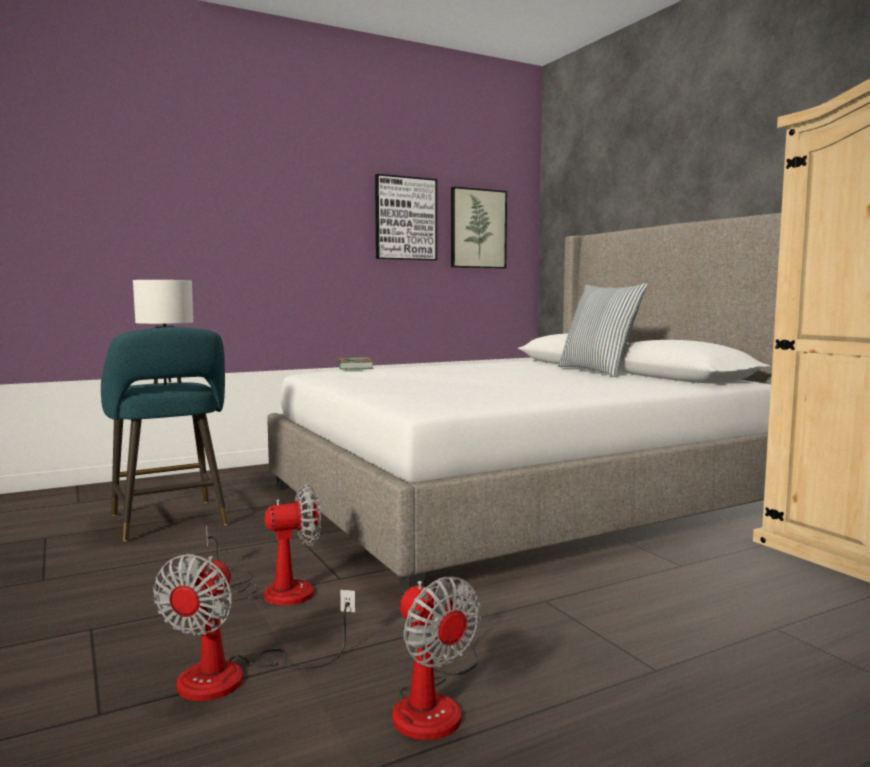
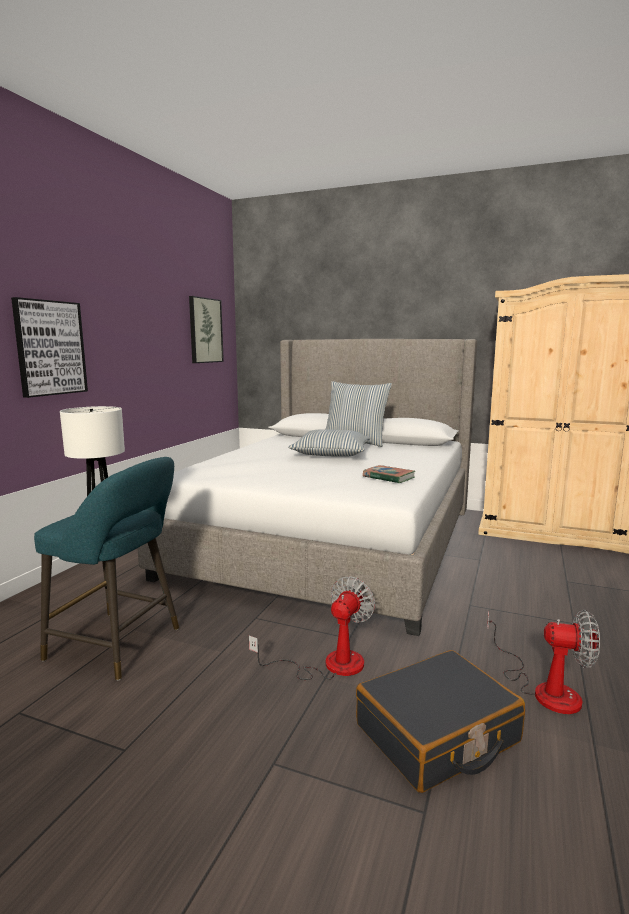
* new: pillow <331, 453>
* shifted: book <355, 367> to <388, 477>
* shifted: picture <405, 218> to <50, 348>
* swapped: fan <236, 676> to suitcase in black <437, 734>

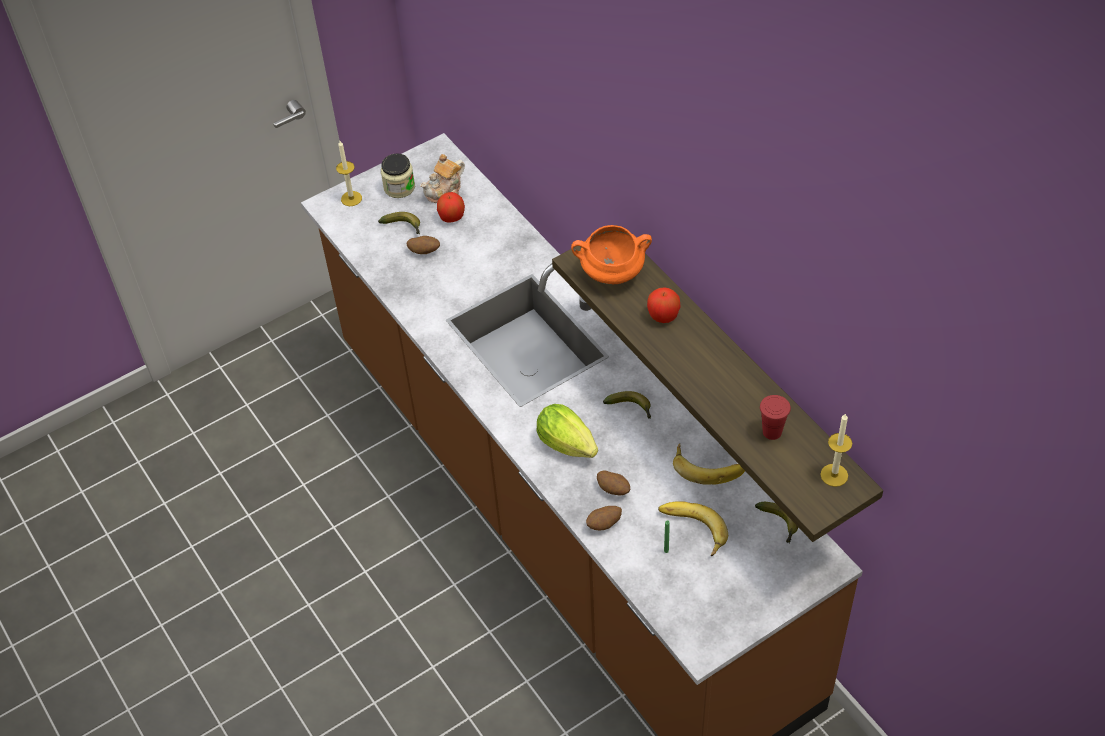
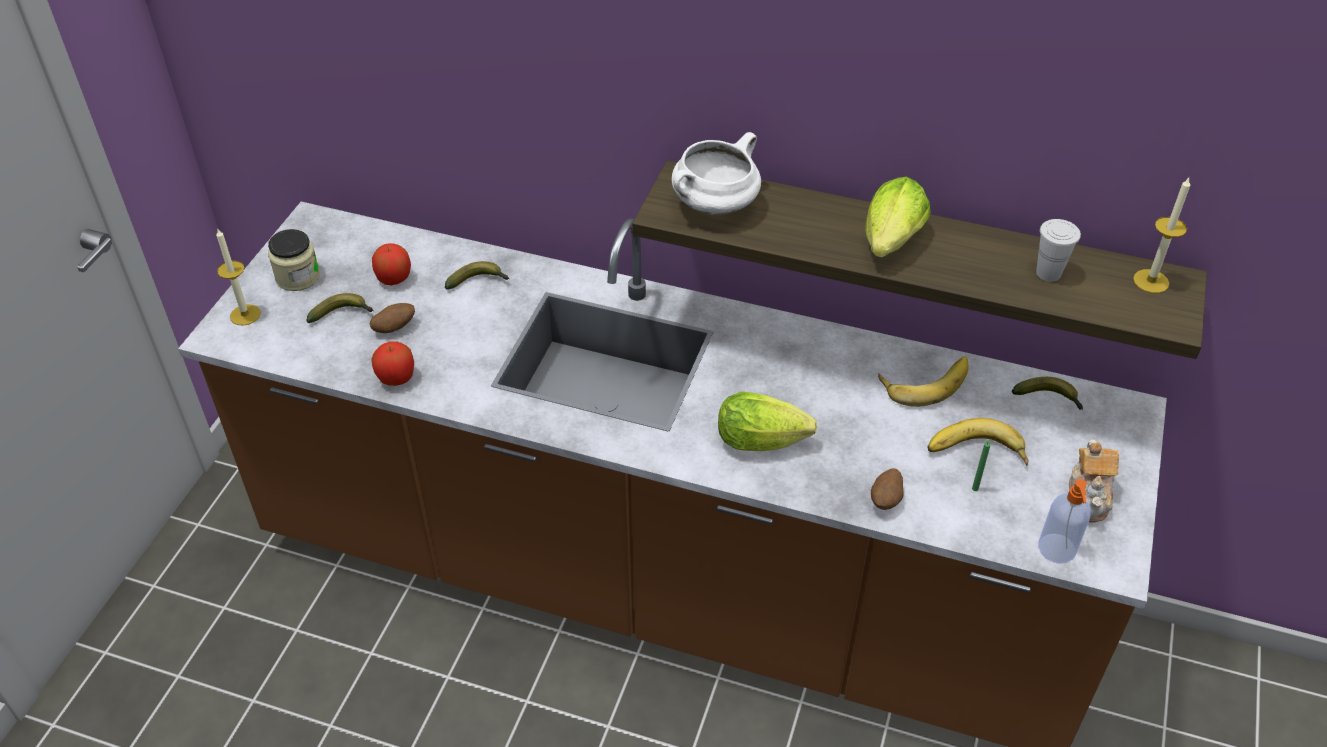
* gone: potato <613, 489>
* new: lettuce <889, 244>
* new: soap dispenser <1057, 550>
* shifted: teapot <445, 191> to <1089, 496>
* shifted: banana <631, 408> to <479, 281>
* shifted: apple <663, 316> to <396, 378>
* repainted: cooking pot in orange <611, 273> to cooking pot in white <714, 207>
* repainted: cup in red <772, 432> to cup in white <1048, 273>

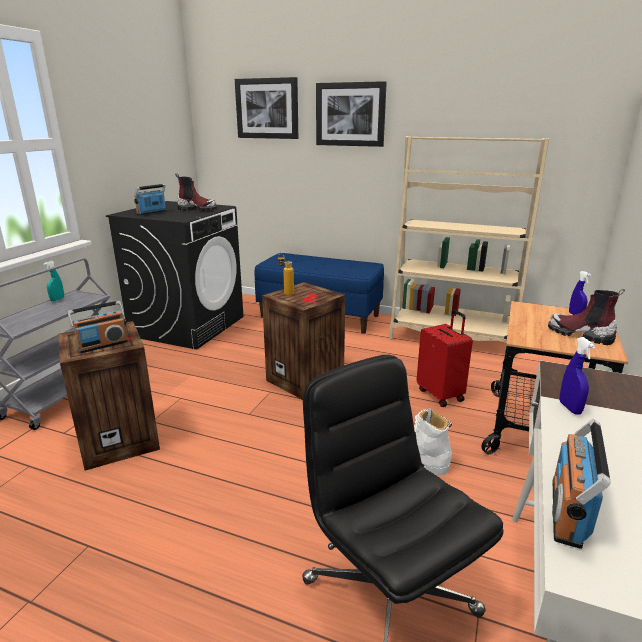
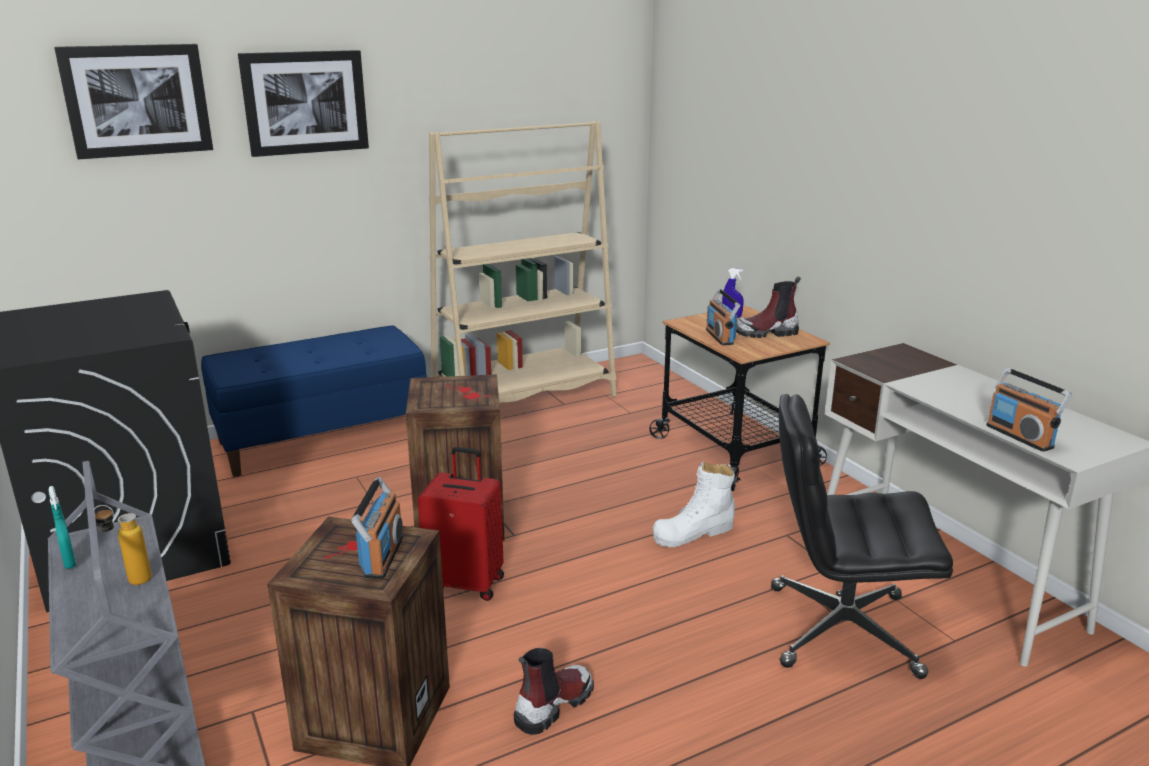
* gone: spray bottle in blue <570, 408>
* shifted: radio <152, 213> to <720, 337>
* shifted: boot <197, 209> to <553, 705>
* shifted: bottle <286, 293> to <130, 580>
* shifted: suitcase in red <441, 394> to <466, 583>

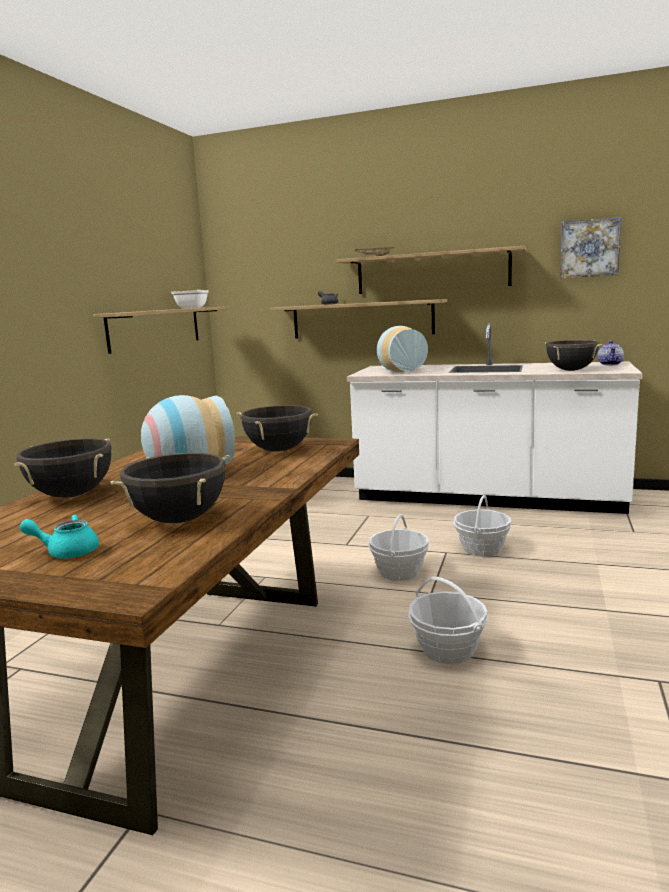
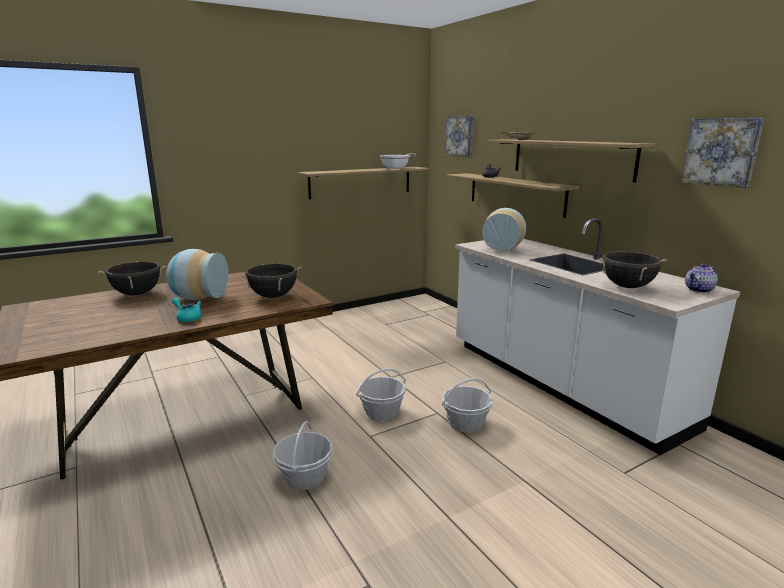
* gone: cooking pot in black <179, 520>
* new: picture <460, 136>
* shifted: teapot in turquoise <66, 552> to <187, 318>

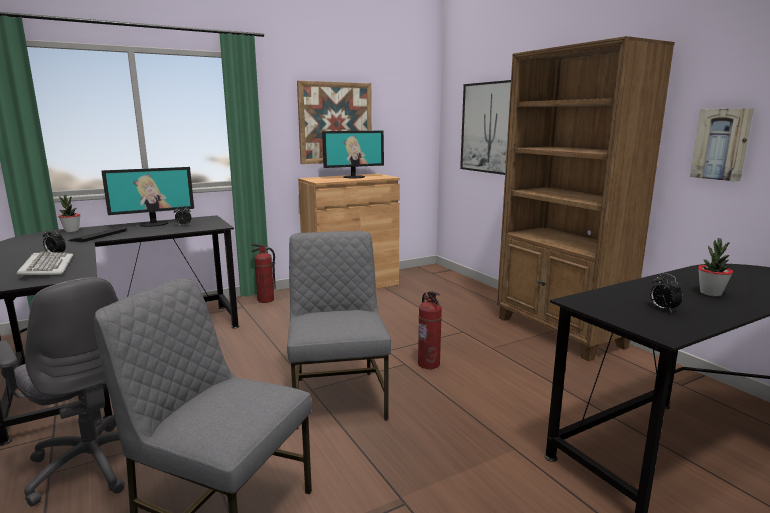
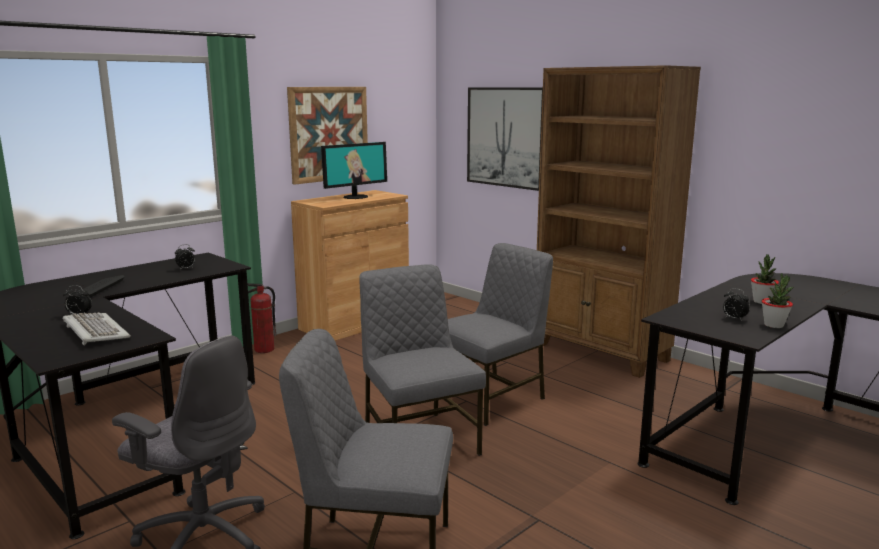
* gone: monitor <154, 224>
* gone: picture <721, 144>
* shifted: potted plant <72, 231> to <774, 325>
* swapped: fire extinguisher <429, 364> to chair in grey <491, 398>

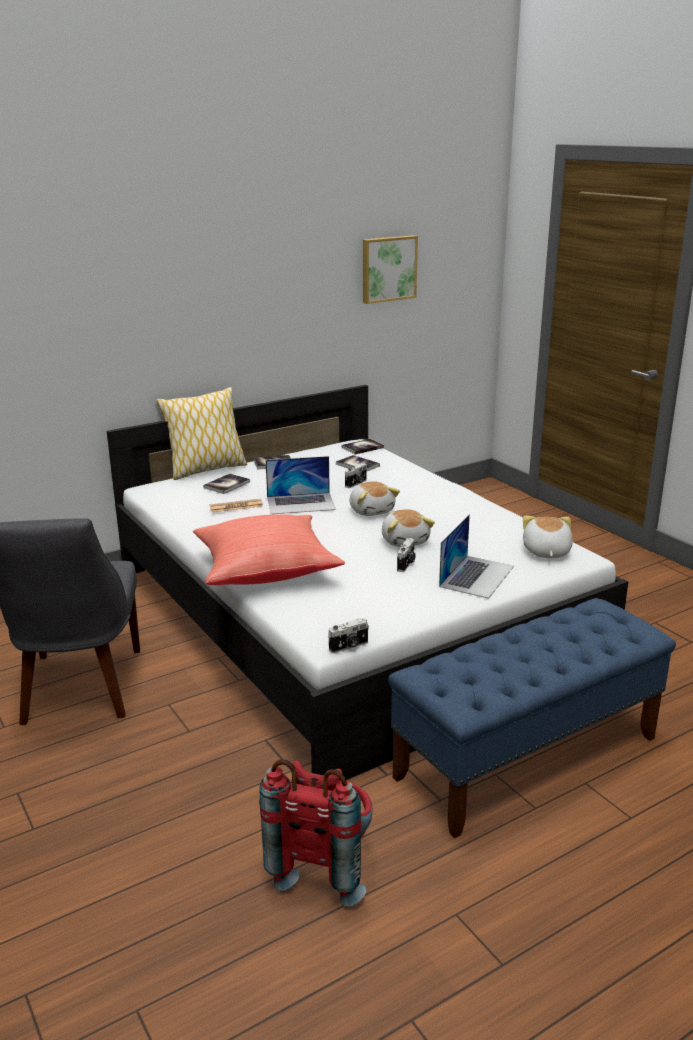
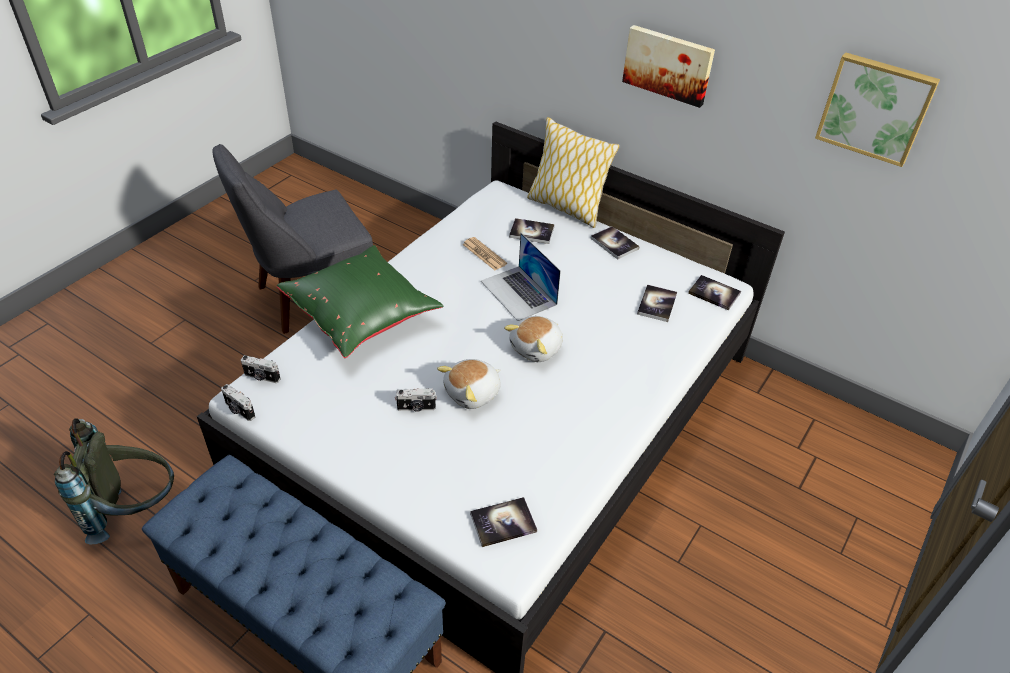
* gone: laptop <477, 576>
* new: picture <668, 64>
* shifted: photo camera <356, 483> to <261, 377>
* swapped: plush toy <545, 552> to book <503, 523>
* repainted: pillow in red <265, 571> to pillow in green <362, 316>
* repainted: backpack in red <323, 864> to backpack in grey <135, 510>

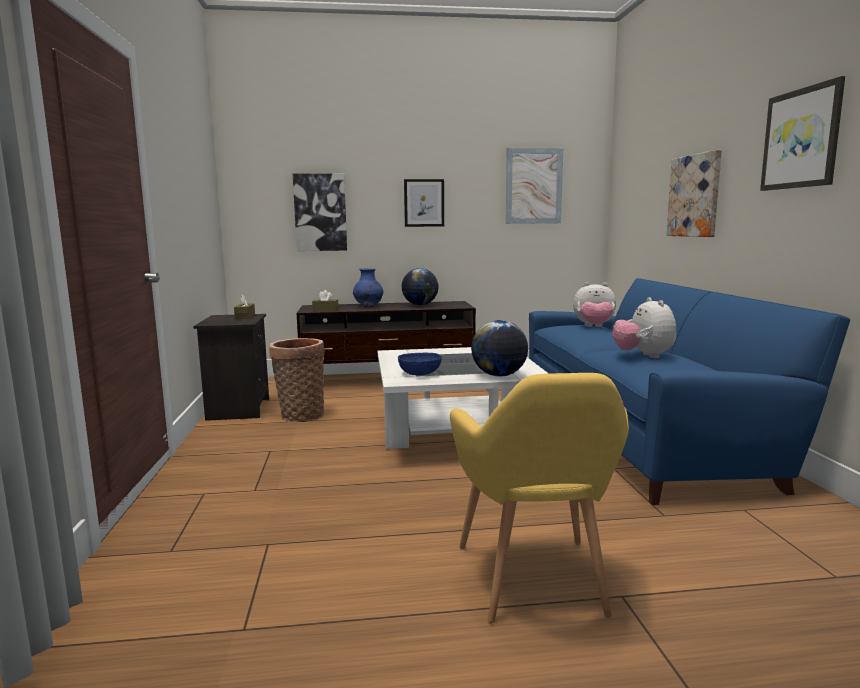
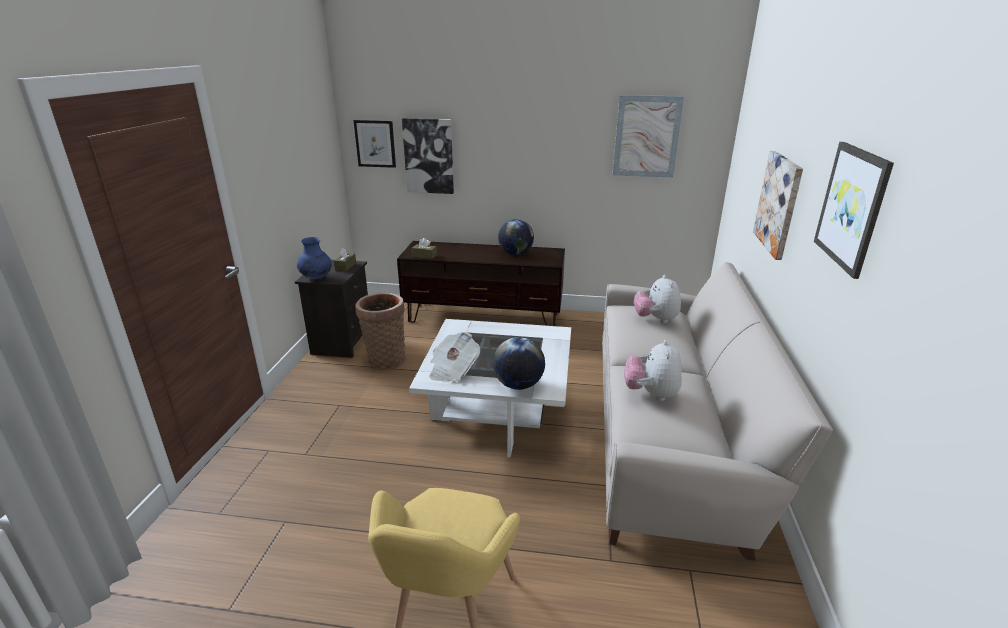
* shifted: vase in blue <368, 305> to <316, 278>
* shifted: picture <424, 203> to <375, 143>
* swapped: bowl in blue <420, 374> to newspaper <453, 370>
* repainted: sofa in blue <640, 431> to sofa in beige <670, 436>
* rotated: plush toy <594, 327> = <655, 319> 60 degrees clockwise

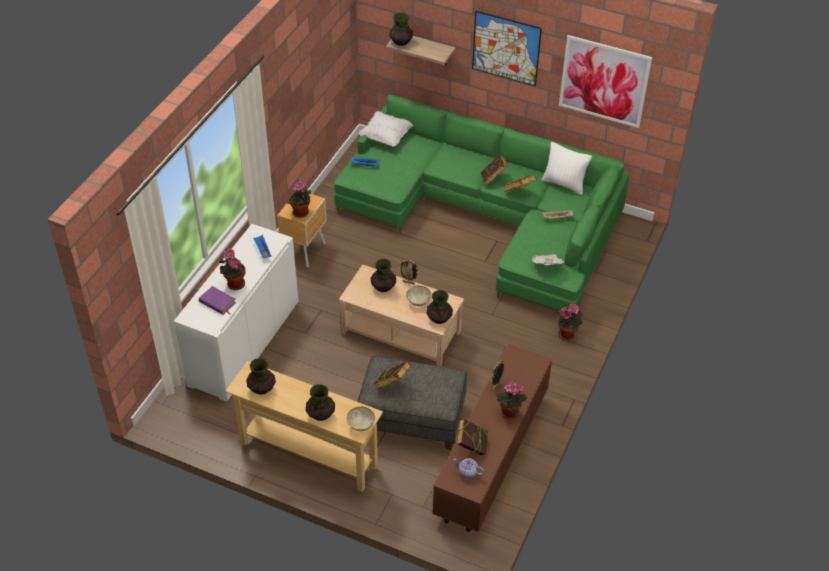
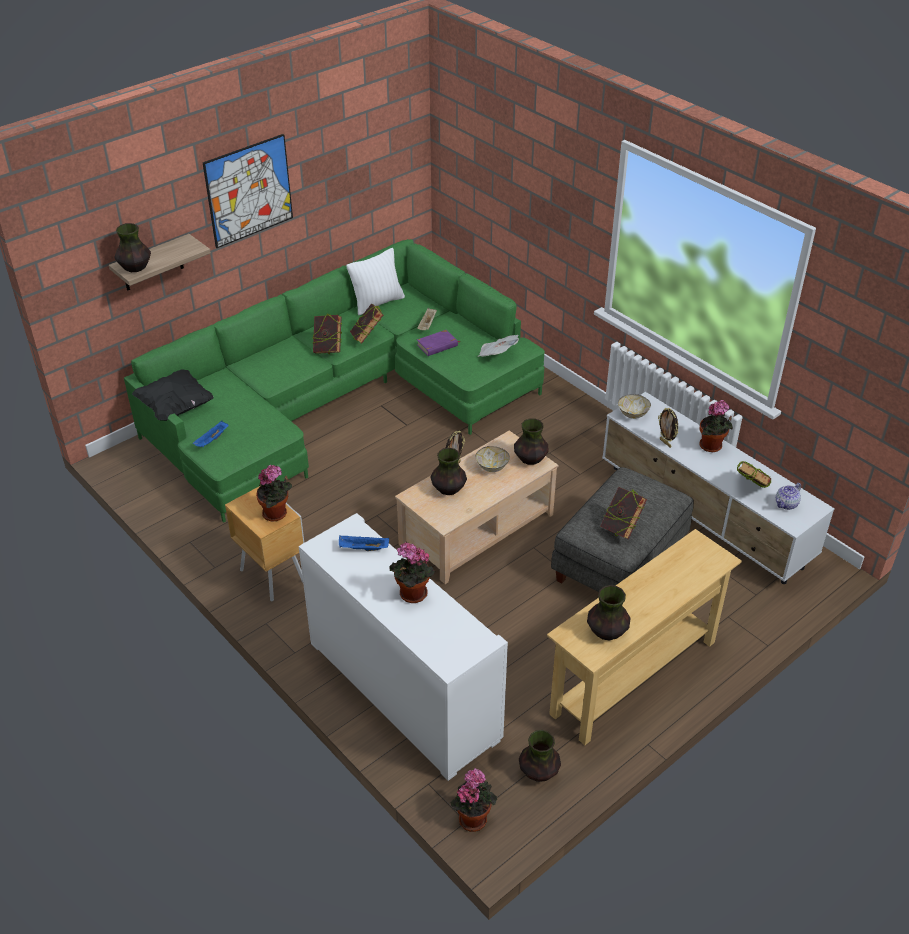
* gone: picture <604, 81>
* shifted: book in purple <217, 302> to <437, 345>
* shifted: vase <321, 414> to <539, 772>
* shifted: bowl <361, 424> to <632, 414>
* shifted: potted plant <567, 334> to <473, 817>
* repainted: pillow in white <386, 137> to pillow in black <175, 407>
* repainted: tv stand in brown <490, 457> to tv stand in white <704, 517>

